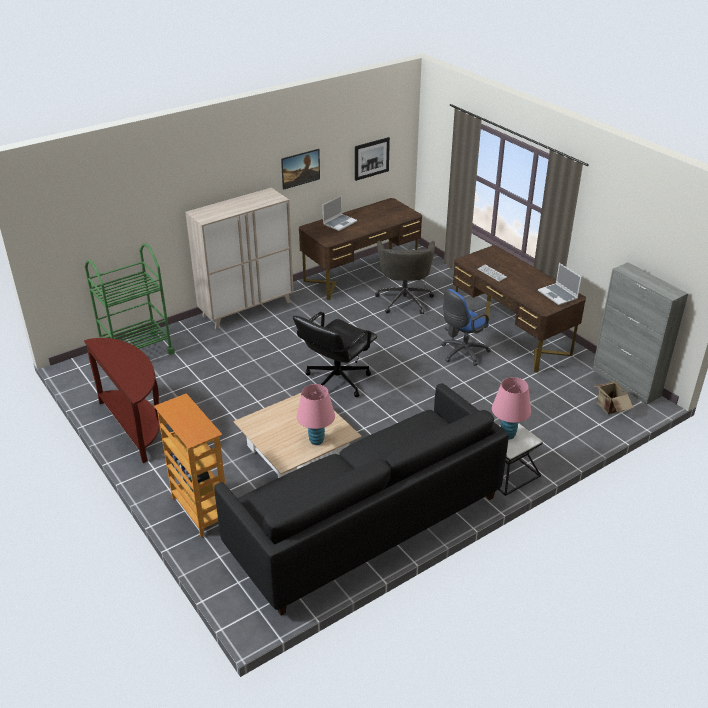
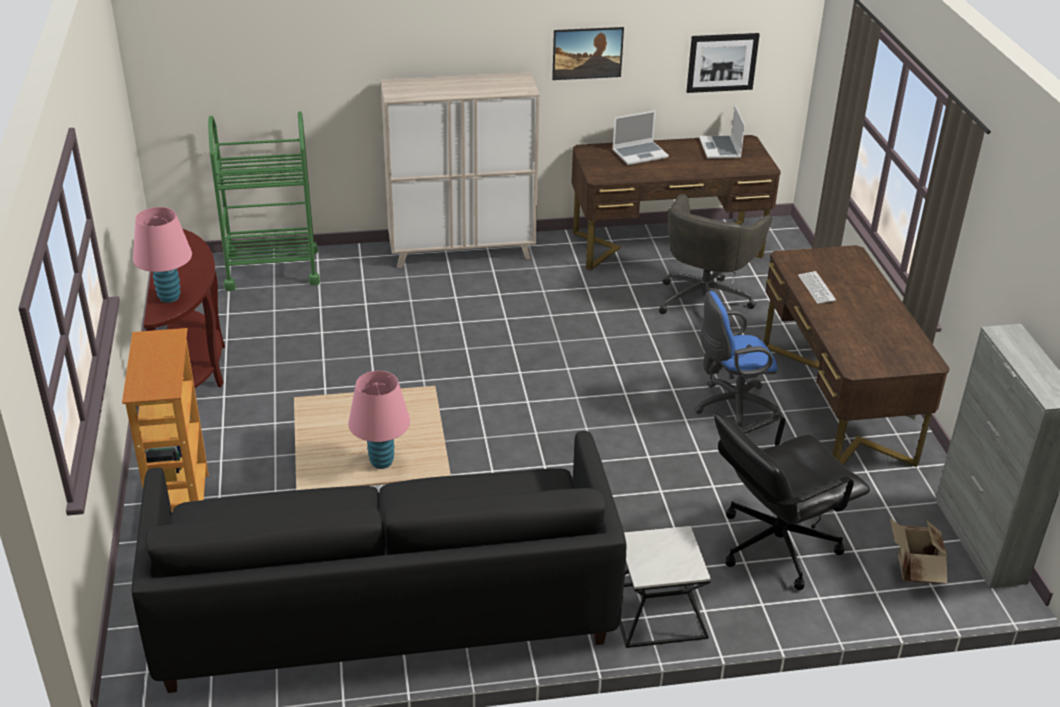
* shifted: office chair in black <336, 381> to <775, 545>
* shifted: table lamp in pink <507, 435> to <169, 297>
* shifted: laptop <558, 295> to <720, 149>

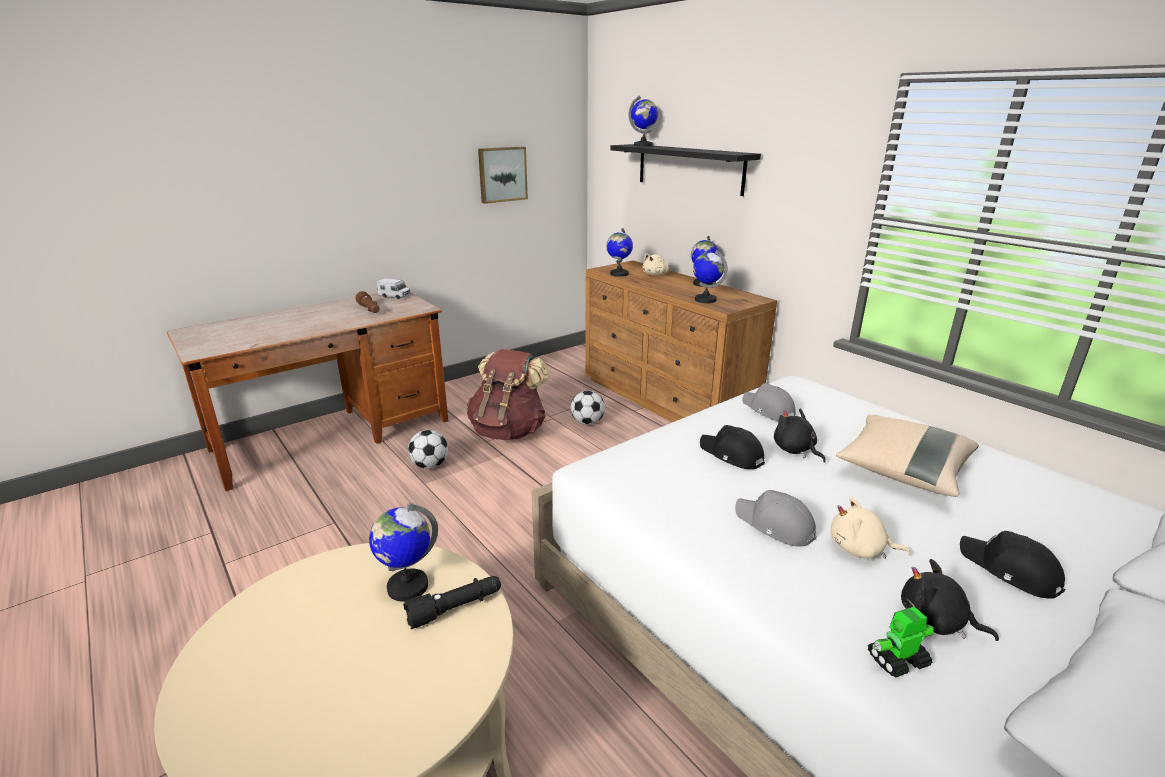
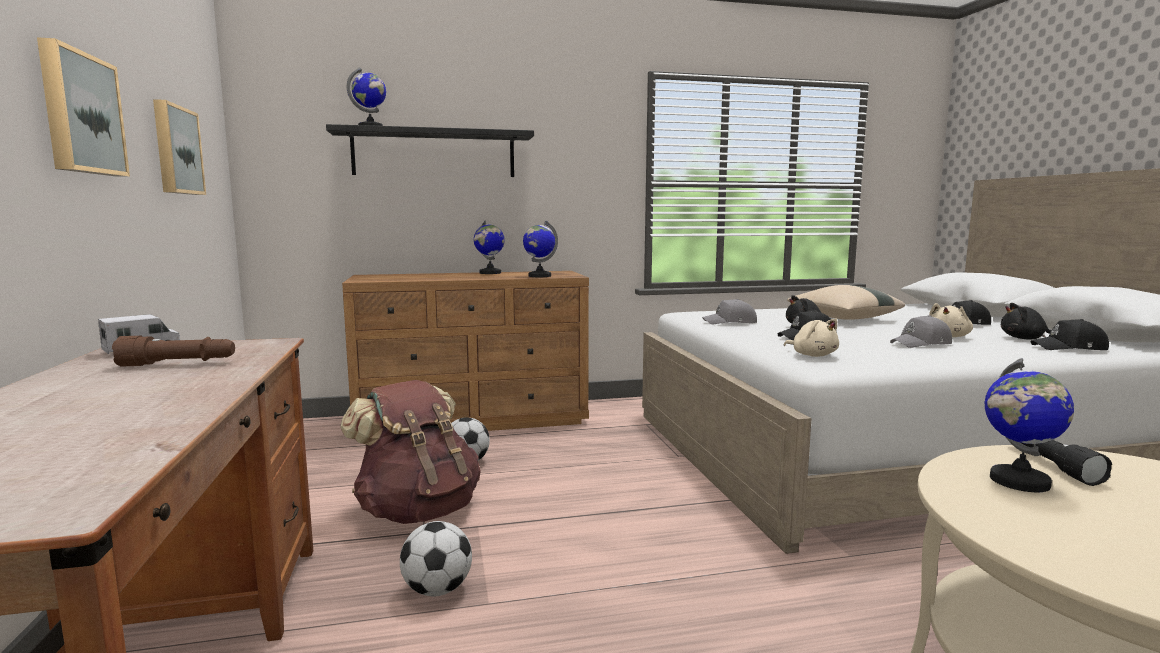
* gone: globe <619, 274>
* new: picture <80, 114>
* shifted: plush toy in beige <655, 275> to <812, 355>
* swapped: toy robot <897, 660> to cap in black <1070, 348>
* rotated: plush toy in black <936, 622> = <1025, 339> 45 degrees clockwise

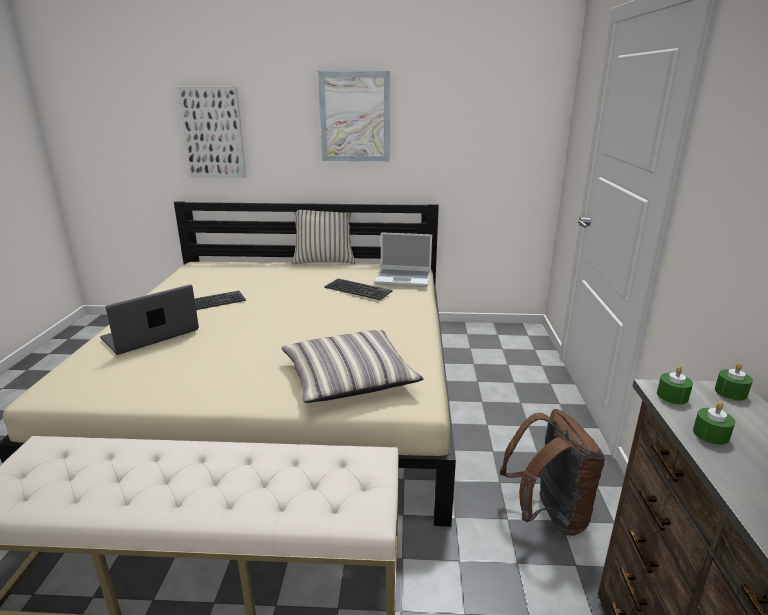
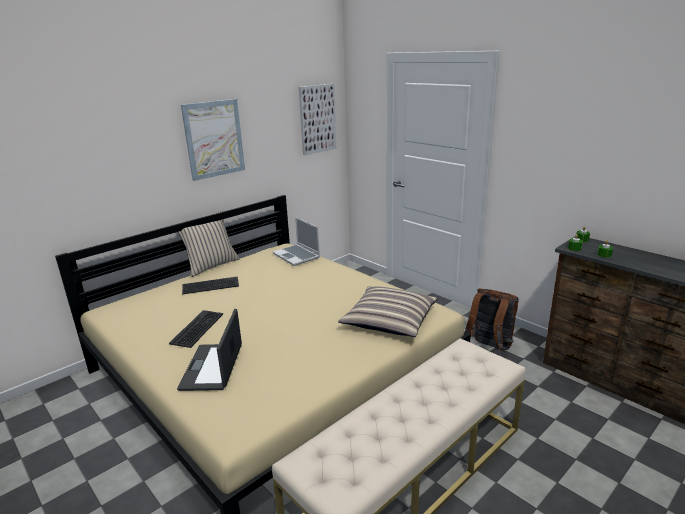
* shifted: picture <213, 133> to <317, 119>
* shifted: keyboard <357, 290> to <210, 286>
* rotated: laptop <404, 279> = <297, 256> 90 degrees clockwise

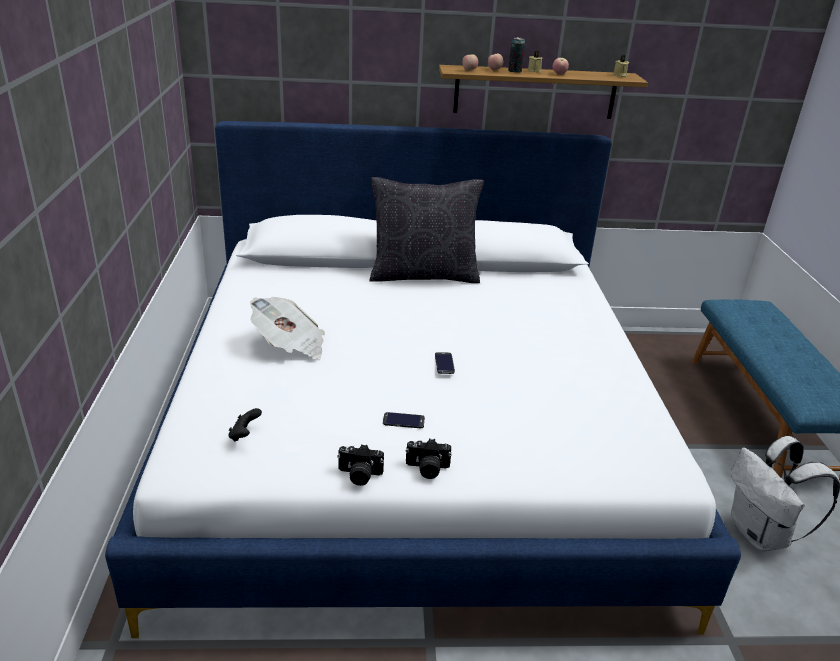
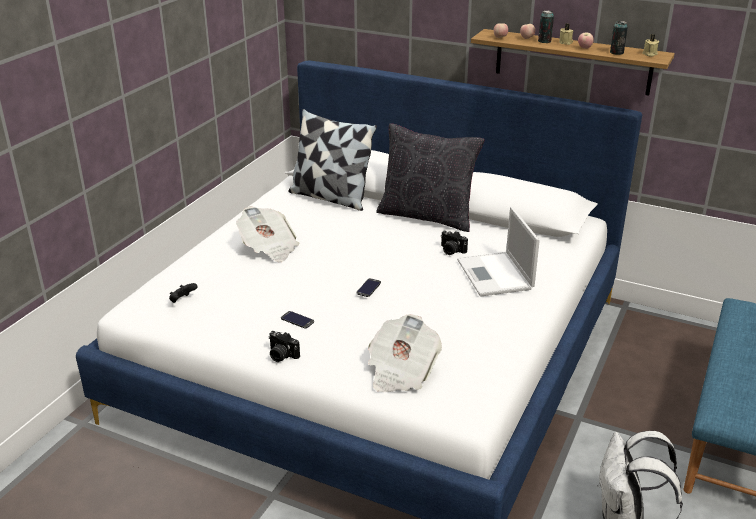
* new: pillow <330, 197>
* new: newspaper <401, 371>
* new: laptop <495, 275>
* new: can <616, 53>
* shifted: photo camera <359, 475> to <451, 251>

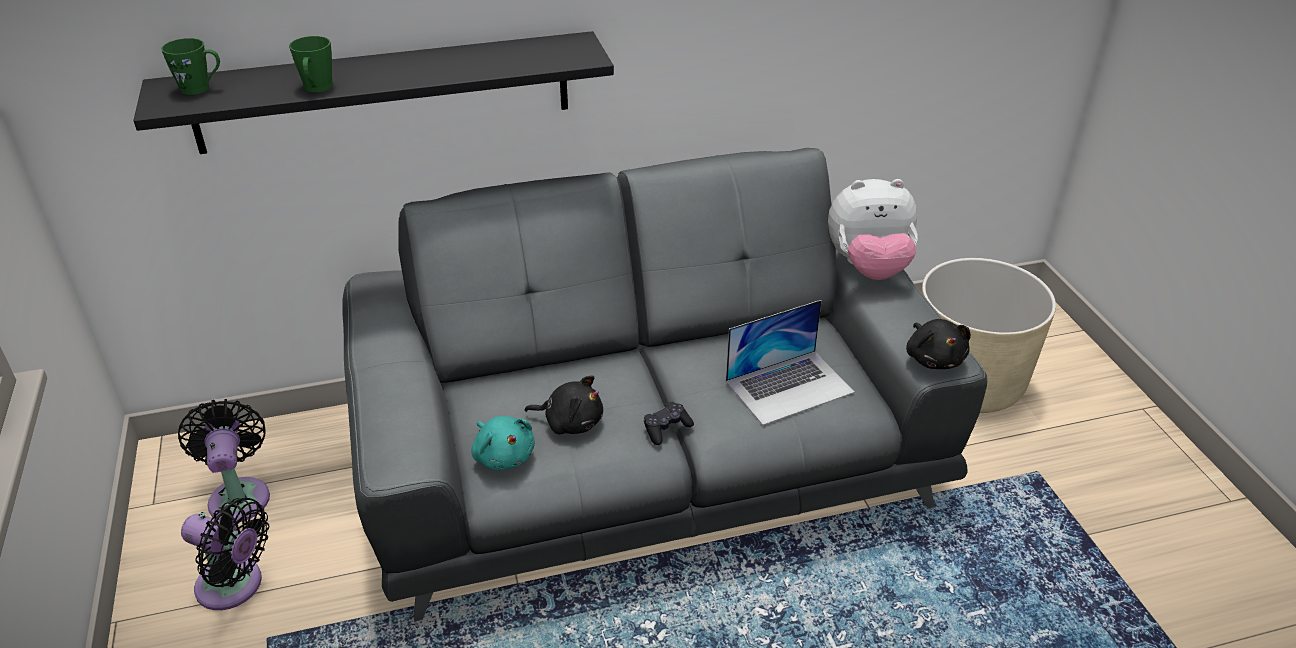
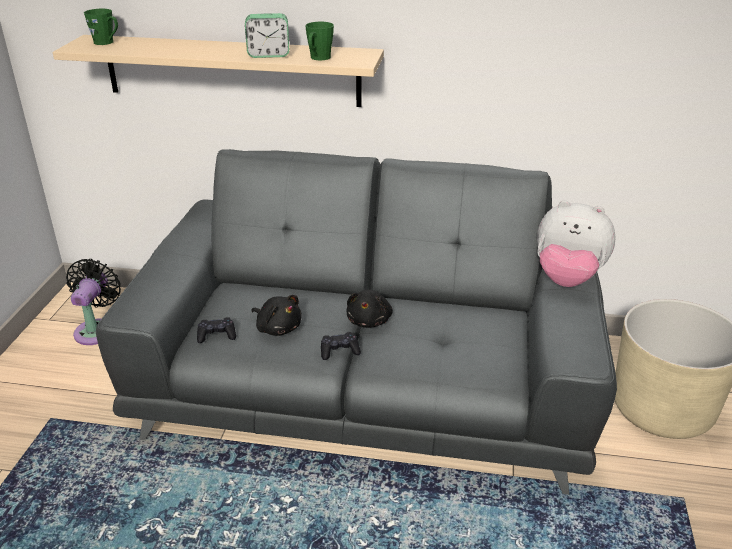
* gone: fan in black <235, 586>
* gone: laptop <789, 386>
* new: alarm clock <268, 55>
* shifted: mug in green <317, 88> to <318, 58>
* shifted: plush toy in black <934, 358> to <369, 320>
* swapped: plush toy in turquoise <503, 455> to game controller in black <216, 335>
* repainted: shelf in black <384, 92> to shelf in beige <232, 70>

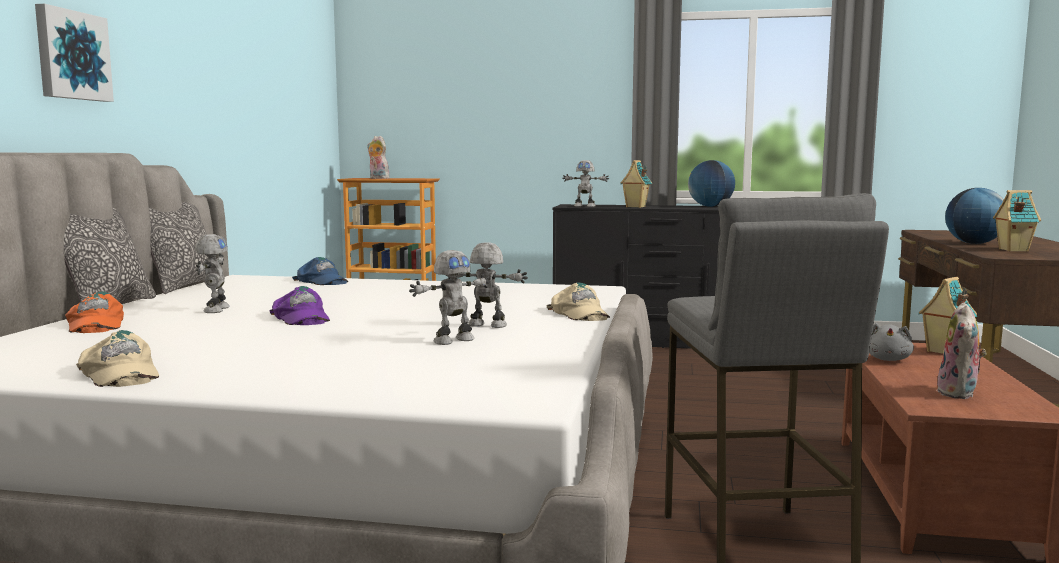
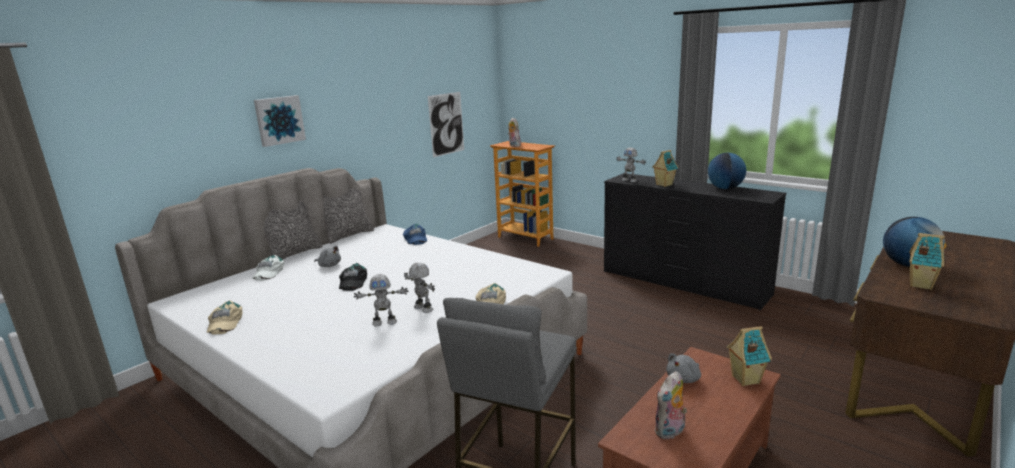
* new: picture <446, 124>
* swapped: toy robot <215, 310> to plush toy in grey <329, 265>
* repainted: cap in orange <94, 324> to cap in white <268, 272>
* repainted: cap in purple <300, 318> to cap in black <352, 281>

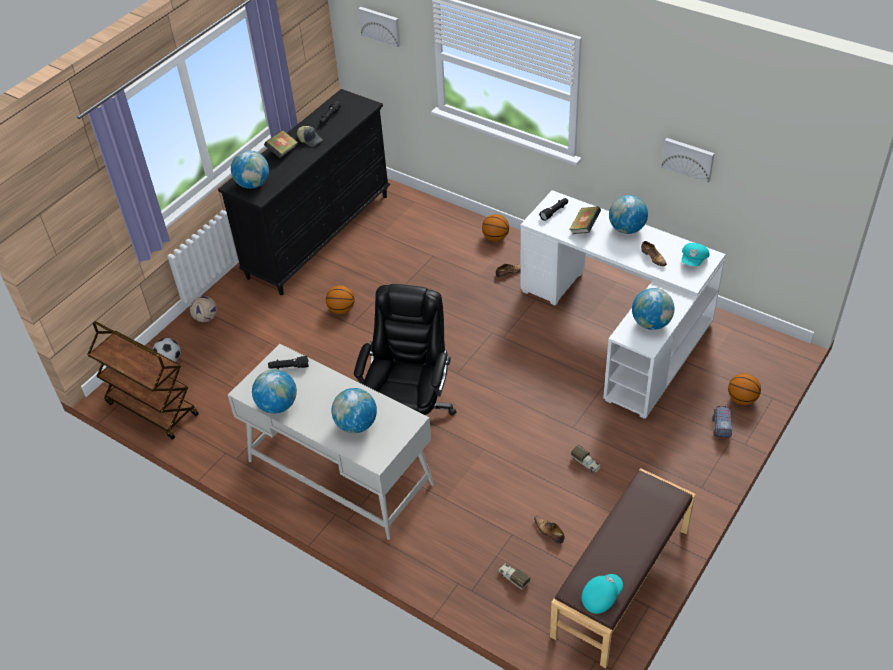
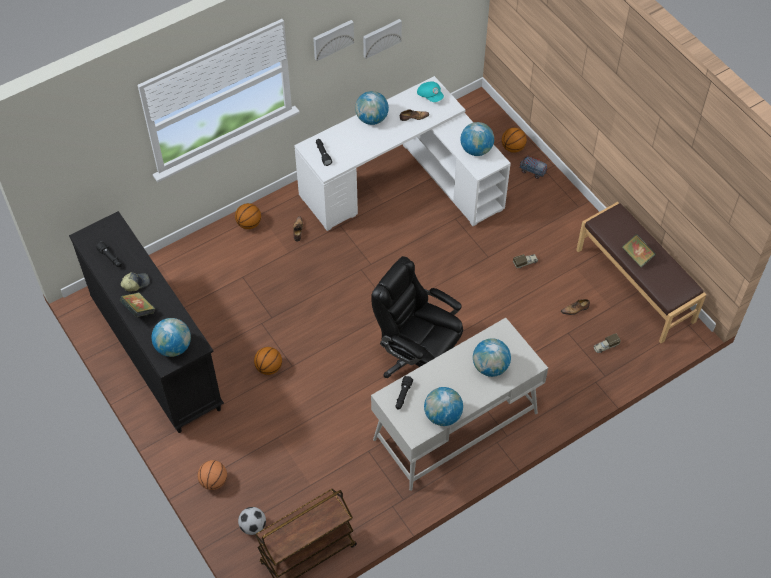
* gone: cap in turquoise <601, 596>
* shifted: picture <380, 25> to <332, 39>
* shifted: book <584, 228> to <637, 256>
* swapped: football <206, 318> to basketball <213, 481>

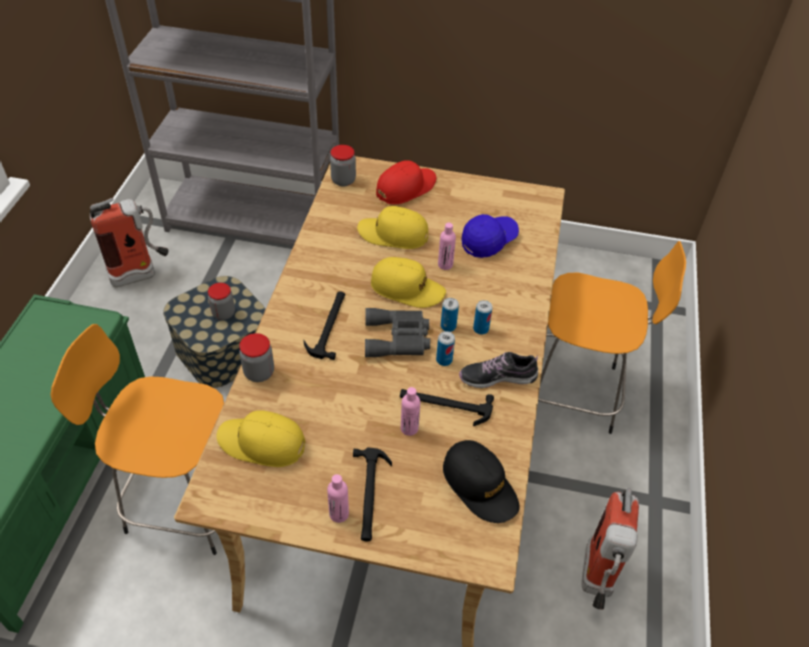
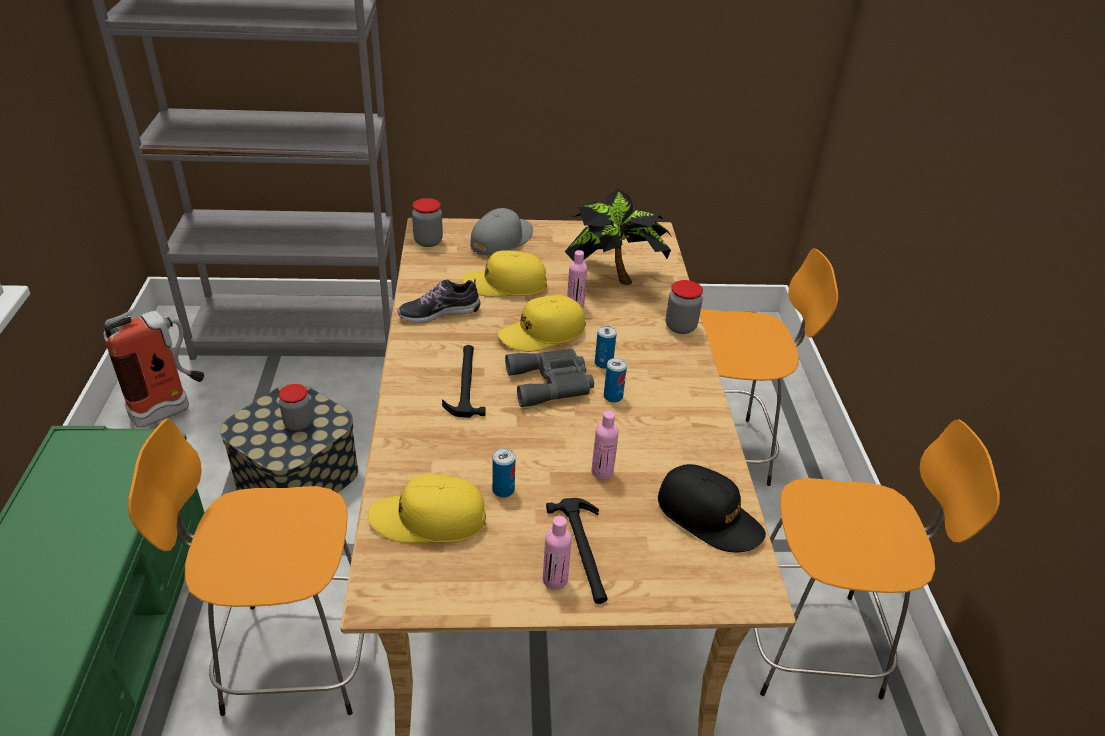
* gone: hammer <445, 405>
* shifted: jar <259, 372> to <680, 327>
* shifted: shoe <497, 377> to <439, 312>
* shifted: can <481, 329> to <503, 490>
* swapped: cap in blue <488, 241> to potted plant <613, 277>
* swapped: fire extinguisher <596, 582> to stool in orange <814, 644>
* repainted: cap in red <406, 188> to cap in grey <501, 240>
* rotated: cap in yellow <407, 289> = <542, 333> 150 degrees clockwise

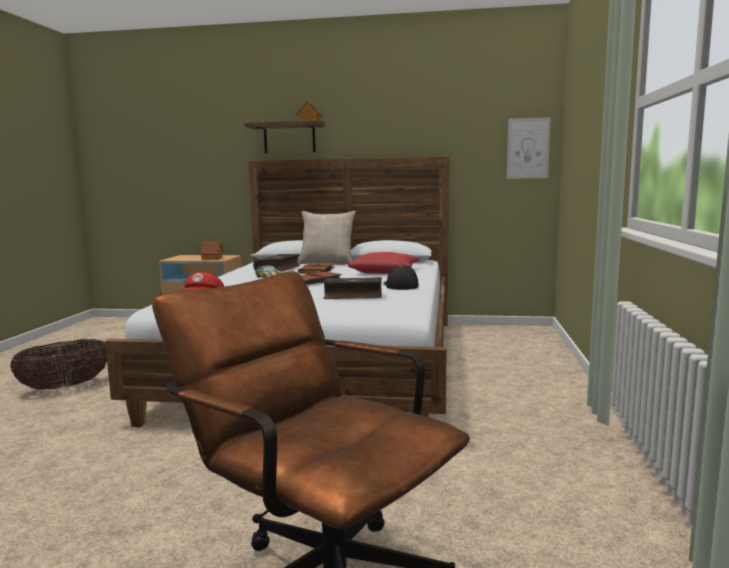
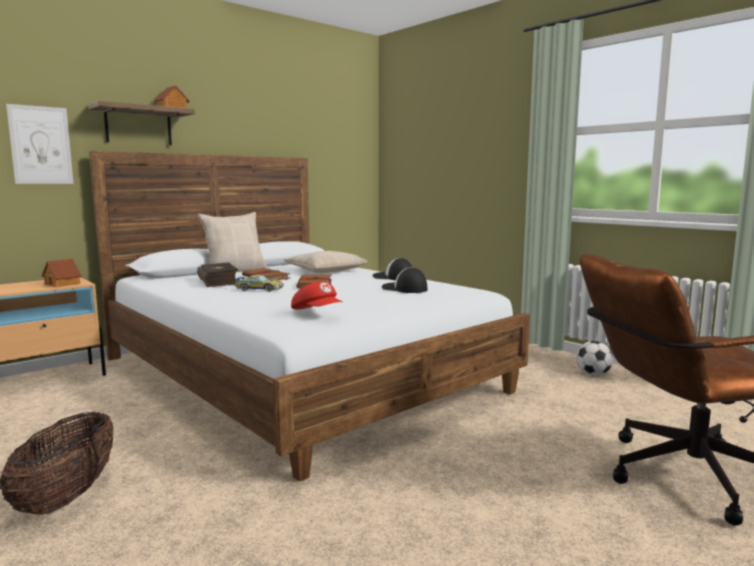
* new: football <593, 374>
* shifted: picture <528, 148> to <41, 145>
* swapped: book <353, 296> to cap <404, 289>
* repainted: pillow in red <385, 271> to pillow in beige <325, 270>

